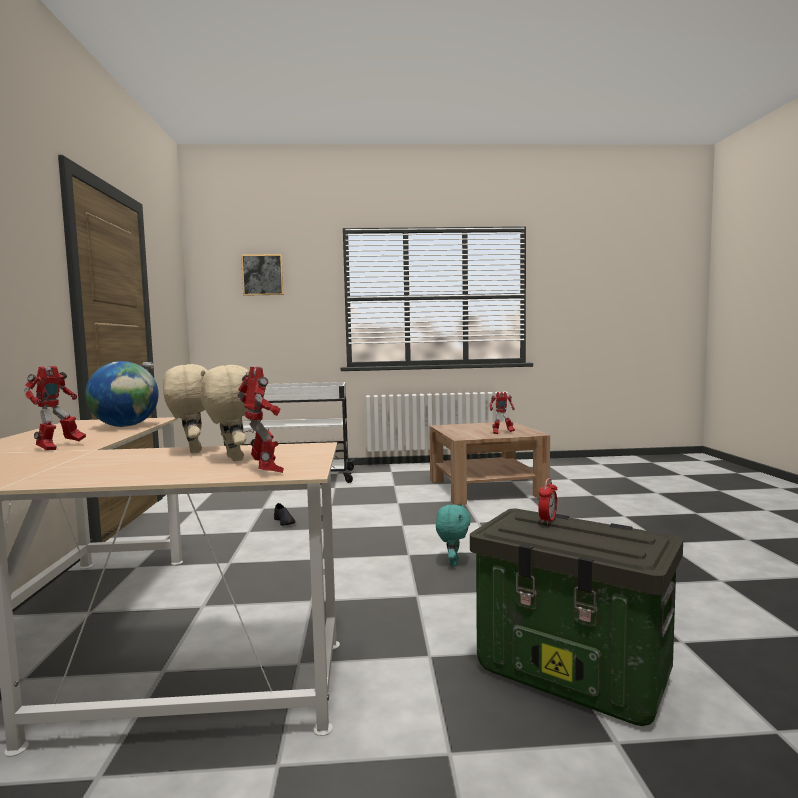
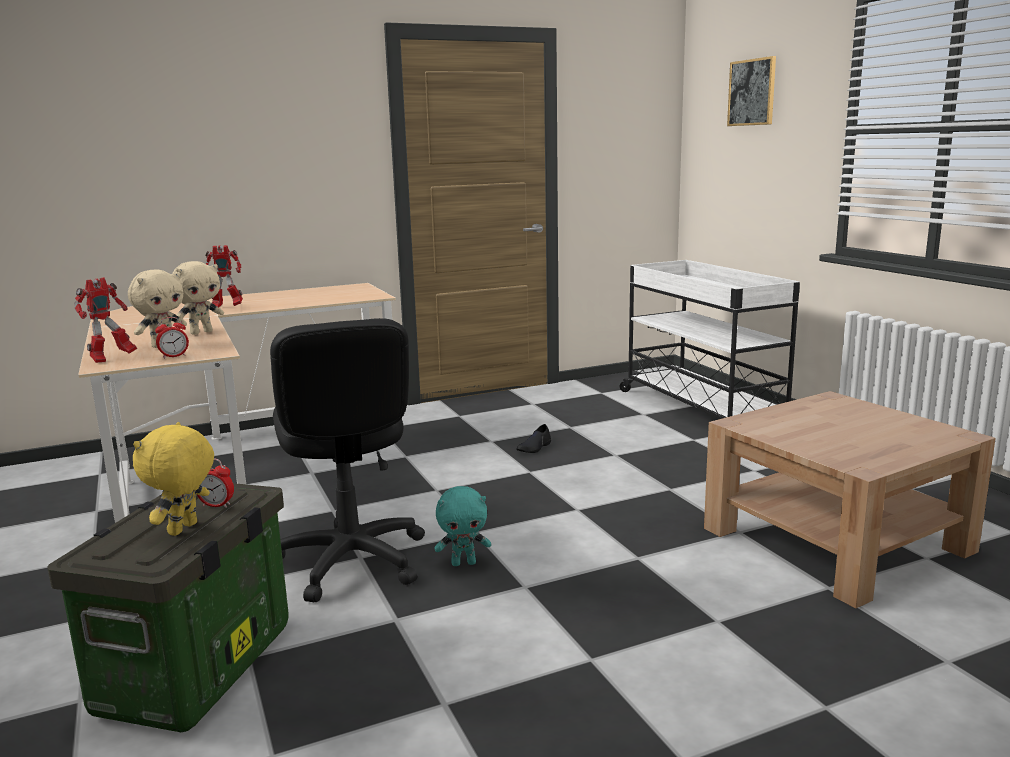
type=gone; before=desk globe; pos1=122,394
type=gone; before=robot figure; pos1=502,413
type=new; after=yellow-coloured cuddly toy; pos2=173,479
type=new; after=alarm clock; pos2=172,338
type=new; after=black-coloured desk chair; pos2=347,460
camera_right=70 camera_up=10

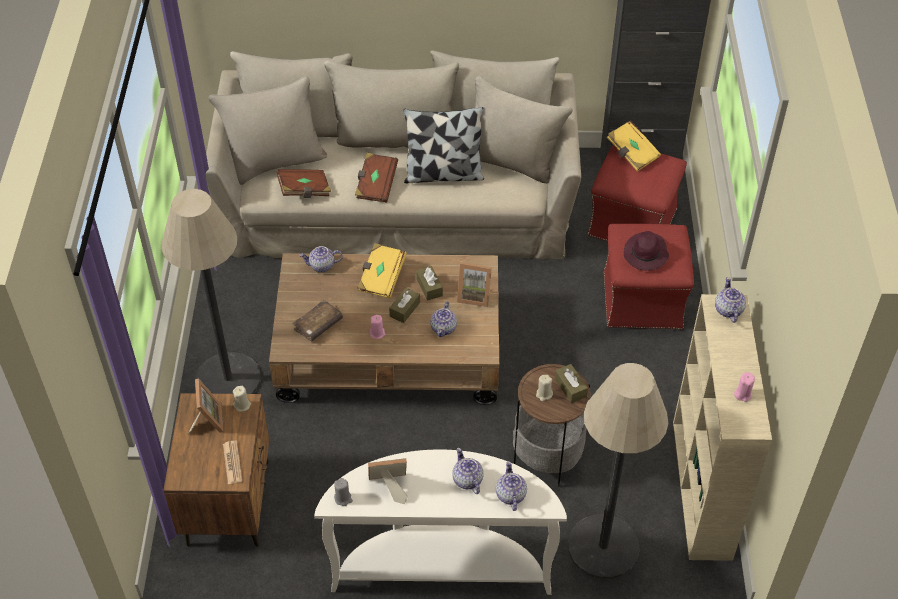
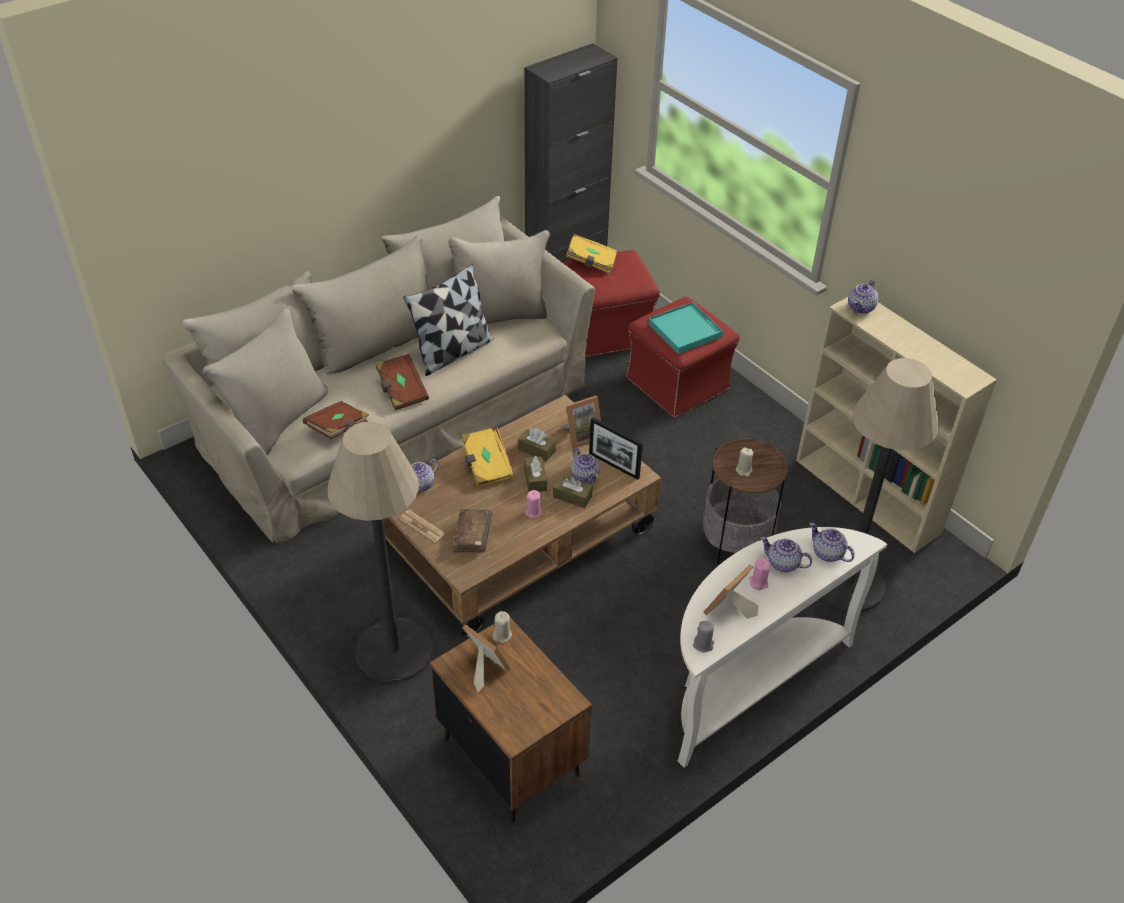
type=new; after=photo frame; pos2=616,448
type=shifted; before=newspaper; pos1=233,462; pos2=422,526
type=shifted; before=brown-coloured box of tissues; pos1=571,383; pos2=573,491
type=shifted; before=pink wax light; pos1=744,387; pos2=759,574
type=swapped; before=purple-coloured clothing hat; after=turquoise carrying tray; pos1=646,251; pos2=686,328
type=rotated; before=teapot; pos1=730,300; pos2=863,297; turn=-105
camera_right=-40 camera_up=-5

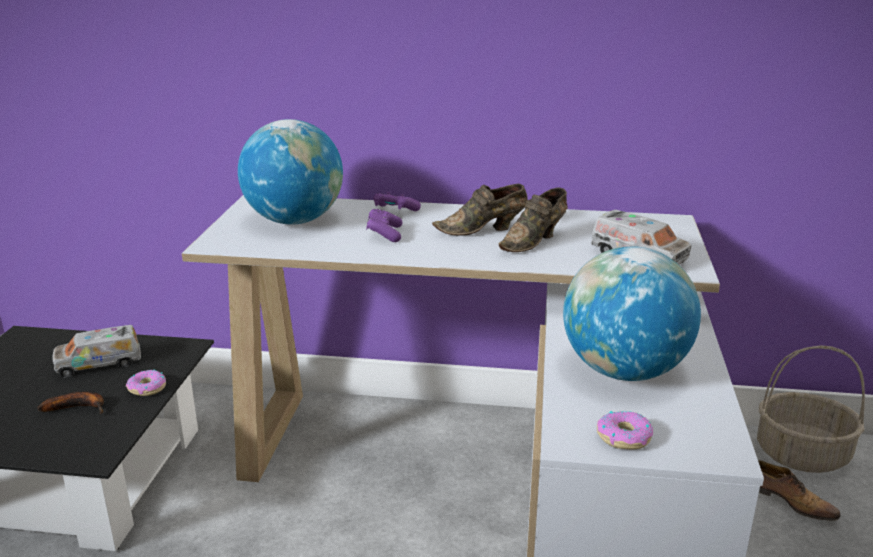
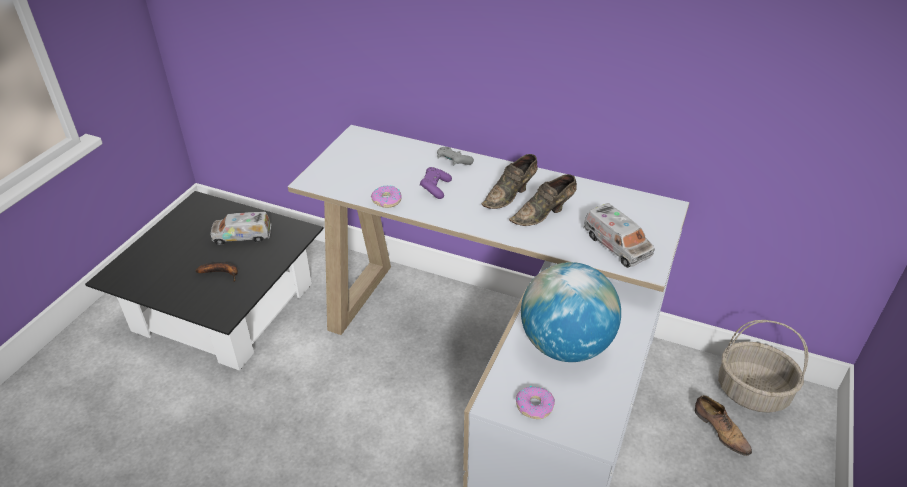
type=gone; before=desk globe; pos1=290,172
type=shifted; before=ring doughnut; pos1=146,383; pos2=386,196
type=repainted; before=purple-coloured gamepad; after=gray gamepad; pos1=397,201; pos2=455,156
type=rotated; before=brown-coloured shoe; pos1=480,209; pos2=510,181; turn=-45
camera_right=15 camera_up=15

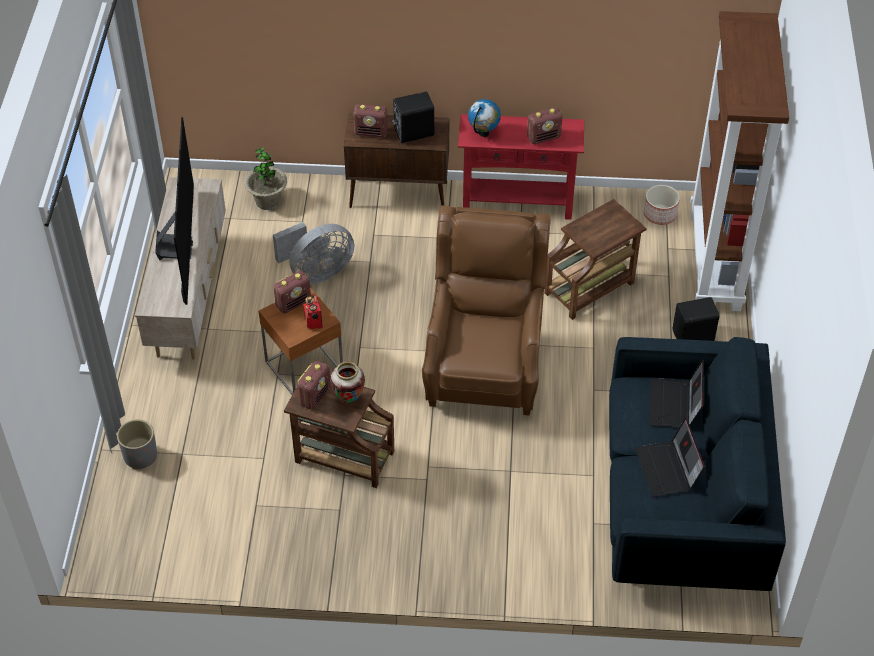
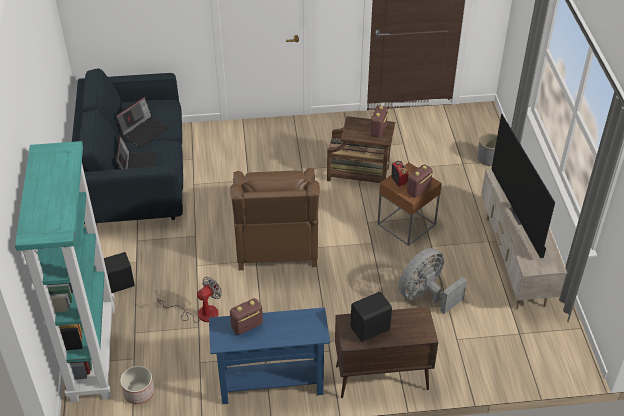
type=gone; before=houseplant; pos1=265,179
type=gone; before=vase; pos1=347,383
type=gone; before=radio; pos1=370,120
type=gone; before=desk globe; pos1=484,118
type=swapped; before=brown-coloured side table; after=cooling fan; pos1=595,259; pos2=189,300
type=repainted; before=red-coloured console table; after=blue-coloured console table; pos1=521,167; pos2=269,355
type=repainted; before=brown-coloured bookcase; after=turquoise bookcase; pos1=739,161; pos2=65,271
type=rotated; before=laptop; pos1=670,457; pos2=142,121; turn=60
camera_right=170 camera_up=-5

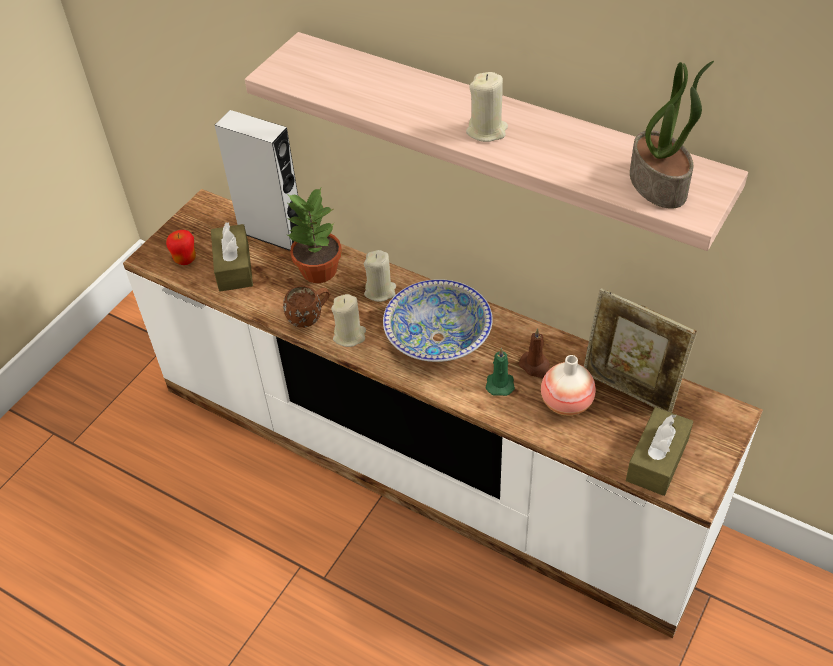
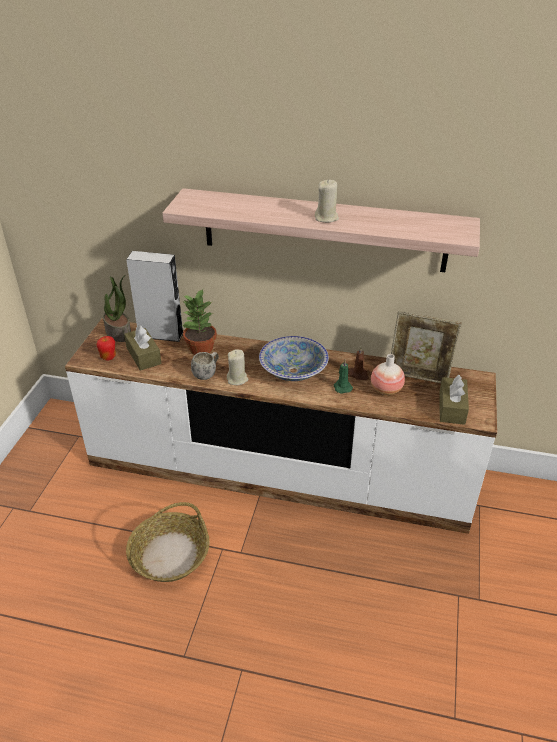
type=gone; before=beige wax light; pos1=380,276
type=new; after=household basket; pos2=168,542
type=shifted; before=houseplant; pos1=672,135; pos2=117,308
type=repainted; before=brown-coloured tea mug; after=whitish tea mug; pos1=306,306; pos2=205,366
camera_right=-20 camera_up=-10

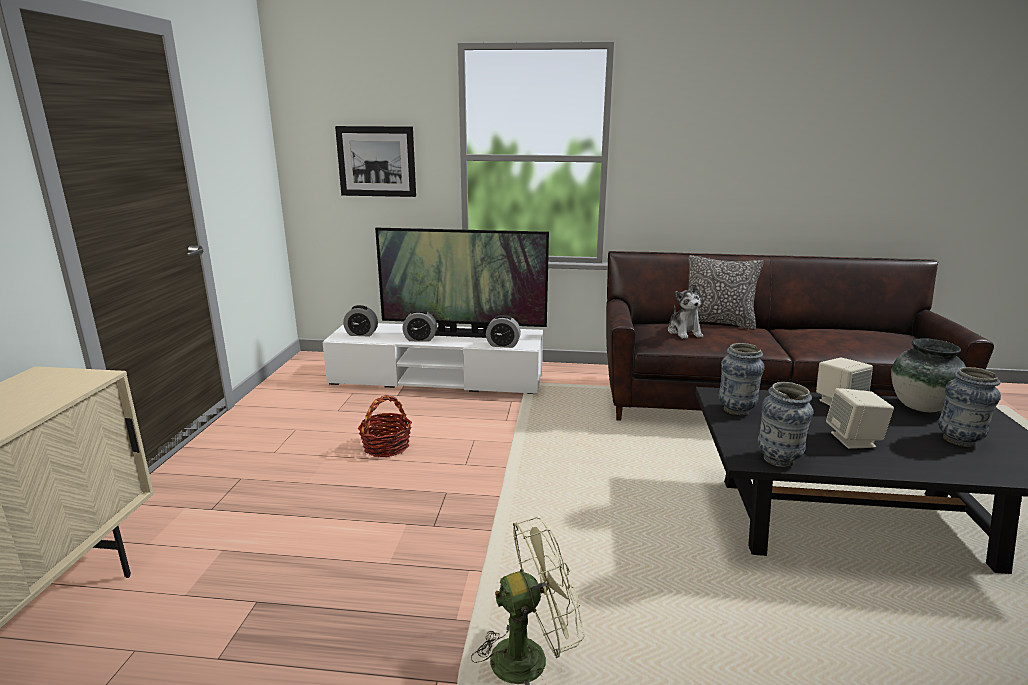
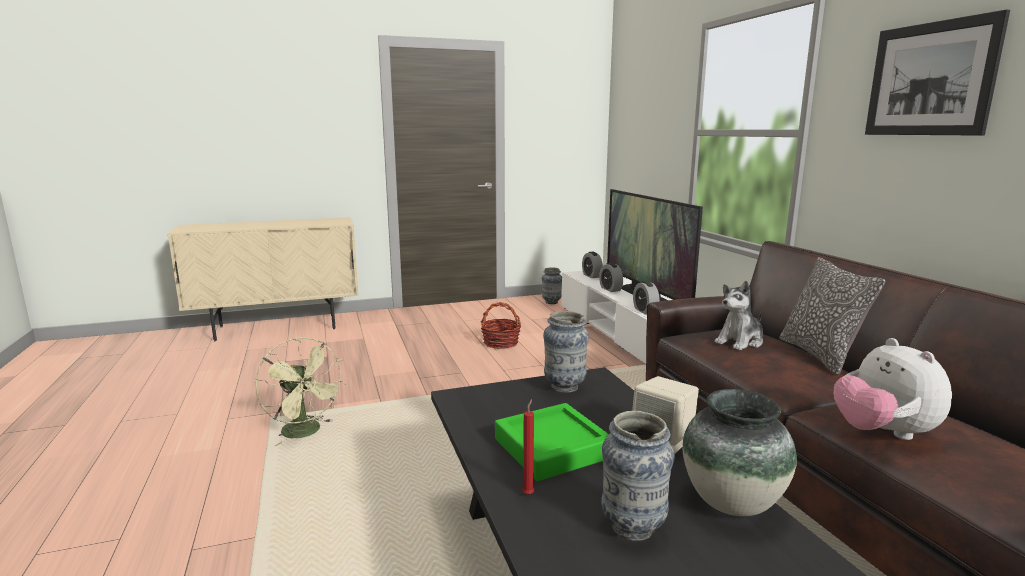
type=new; after=red-coloured wax light; pos2=528,447
type=new; after=cuddly toy; pos2=892,389
type=shifted; before=picture; pos1=375,161; pos2=937,73
type=shifted; before=vase; pos1=785,424; pos2=552,285
type=swapped; before=beige loudspeaker; after=green carrying tray; pos1=860,418; pos2=552,442
camera_right=65 camera_up=-5

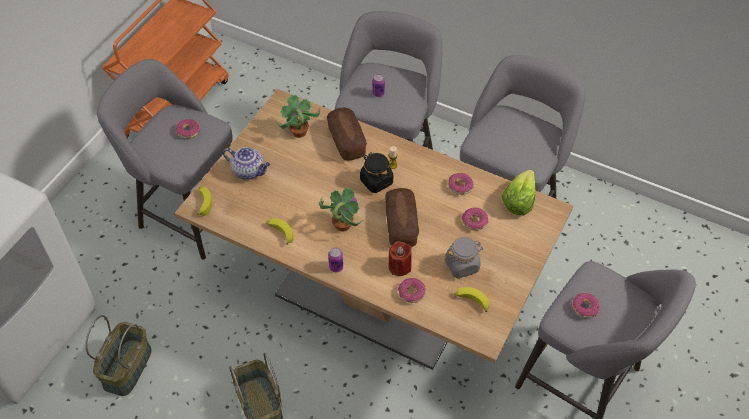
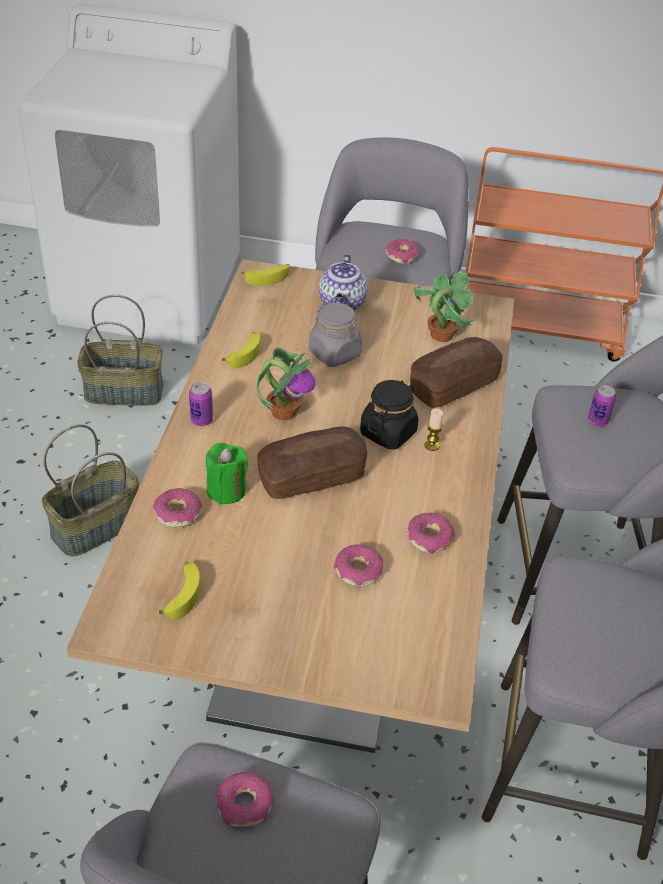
type=gone; before=head of lettuce; pos1=518,193
type=shifted; before=gray storage jar; pos1=464,257; pos2=335,334
type=repainted; before=red-coloured wax light; after=green wax light; pos1=400,258; pos2=227,473
camera_right=70 camera_up=-10

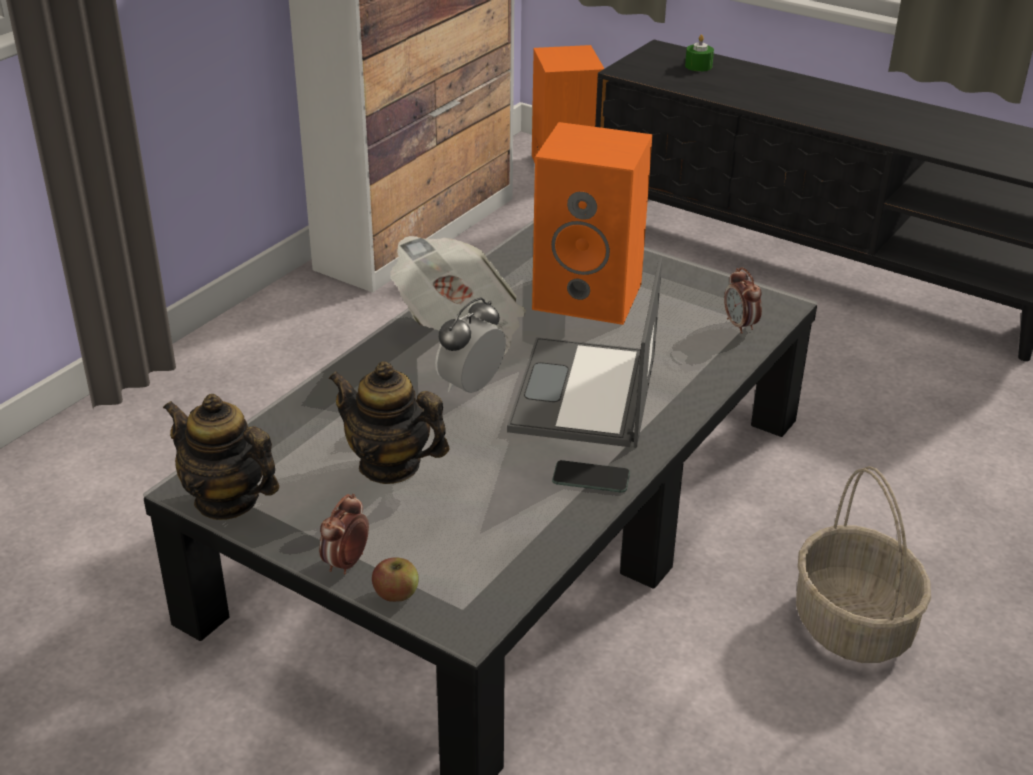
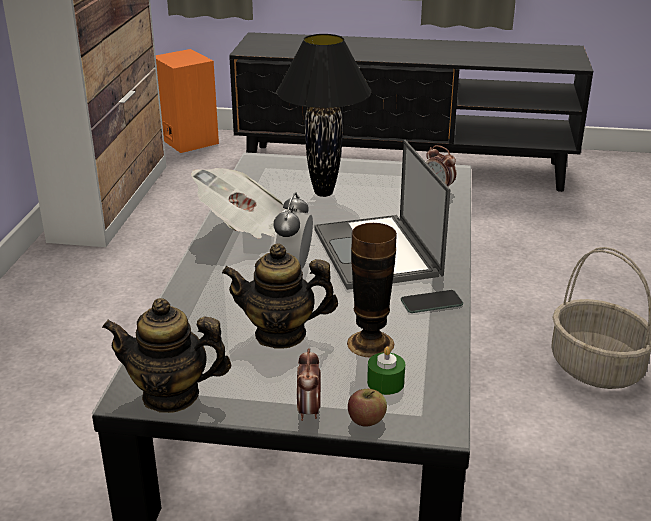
type=new; after=vase; pos2=372,290
type=shifted; before=green wax light; pos1=699,53; pos2=386,370
type=swapped; before=orange loudspeaker; after=black-coloured lamp for a table; pos1=592,223; pos2=323,115
camera_right=-25 camera_up=-5

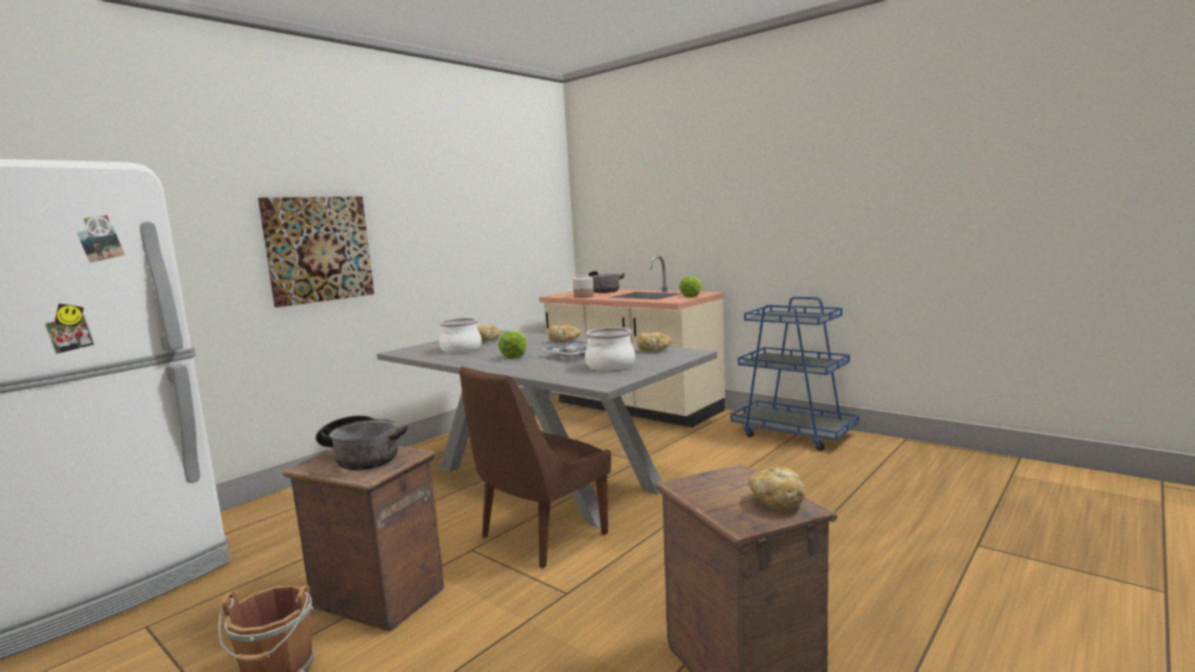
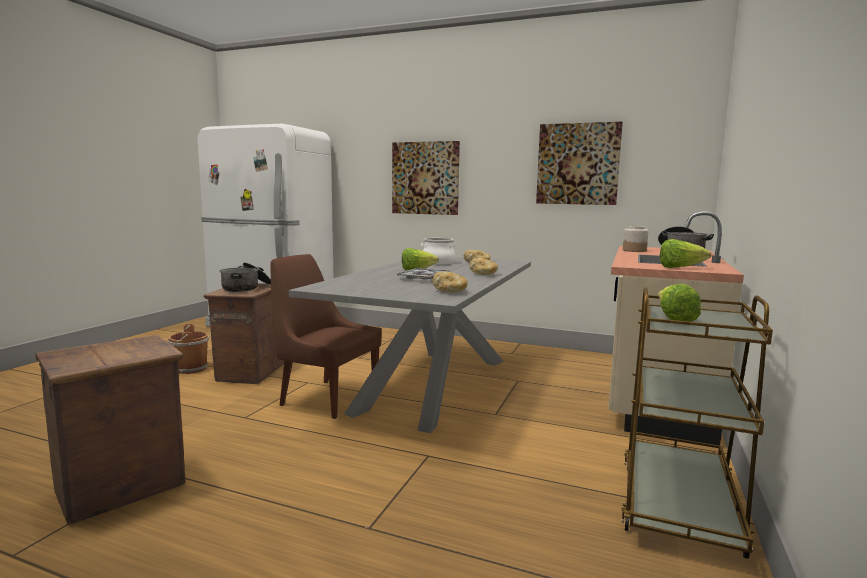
type=gone; before=cooking pot; pos1=610,349
type=gone; before=bakery bread; pos1=776,487
type=new; after=picture; pos2=579,163
type=new; after=head of lettuce; pos2=679,303
type=repainted; before=blue-coloured cart; after=brown-coloured cart; pos1=795,374; pos2=697,423
camera_right=70 camera_up=0

